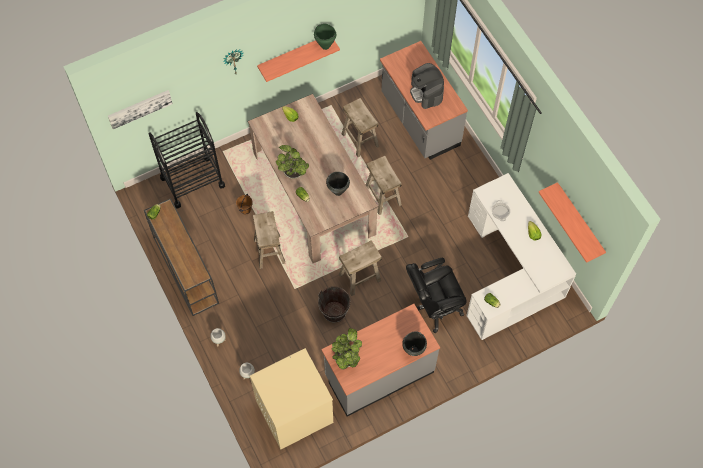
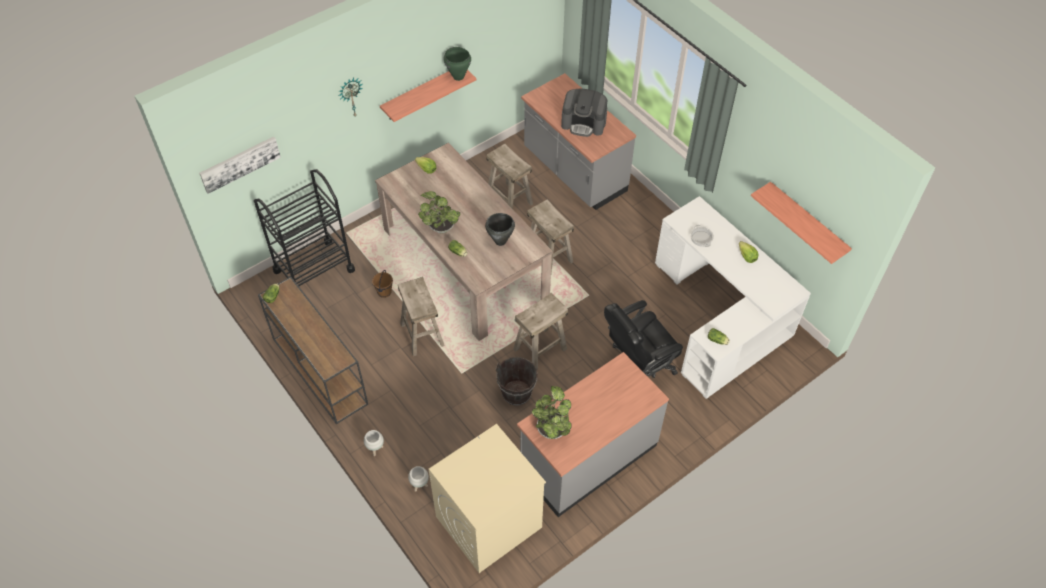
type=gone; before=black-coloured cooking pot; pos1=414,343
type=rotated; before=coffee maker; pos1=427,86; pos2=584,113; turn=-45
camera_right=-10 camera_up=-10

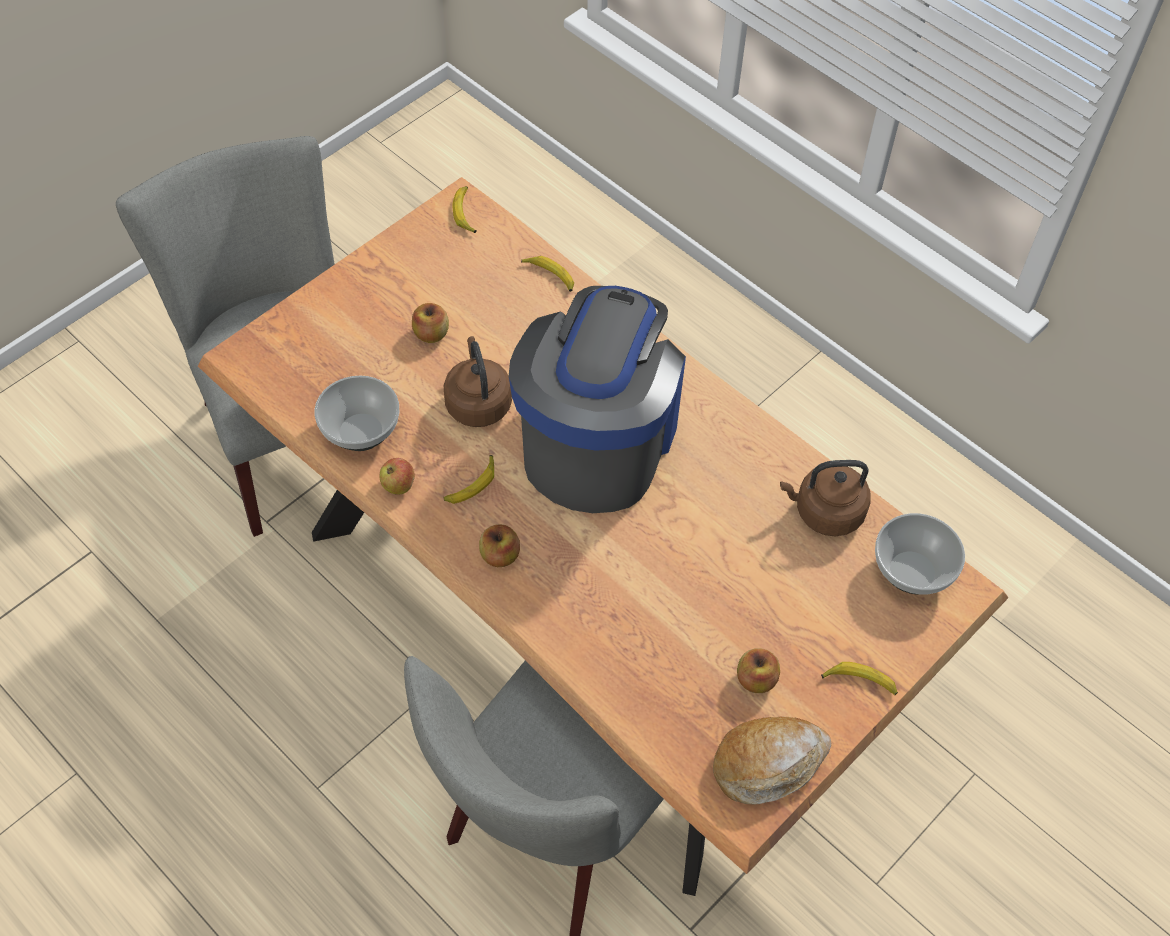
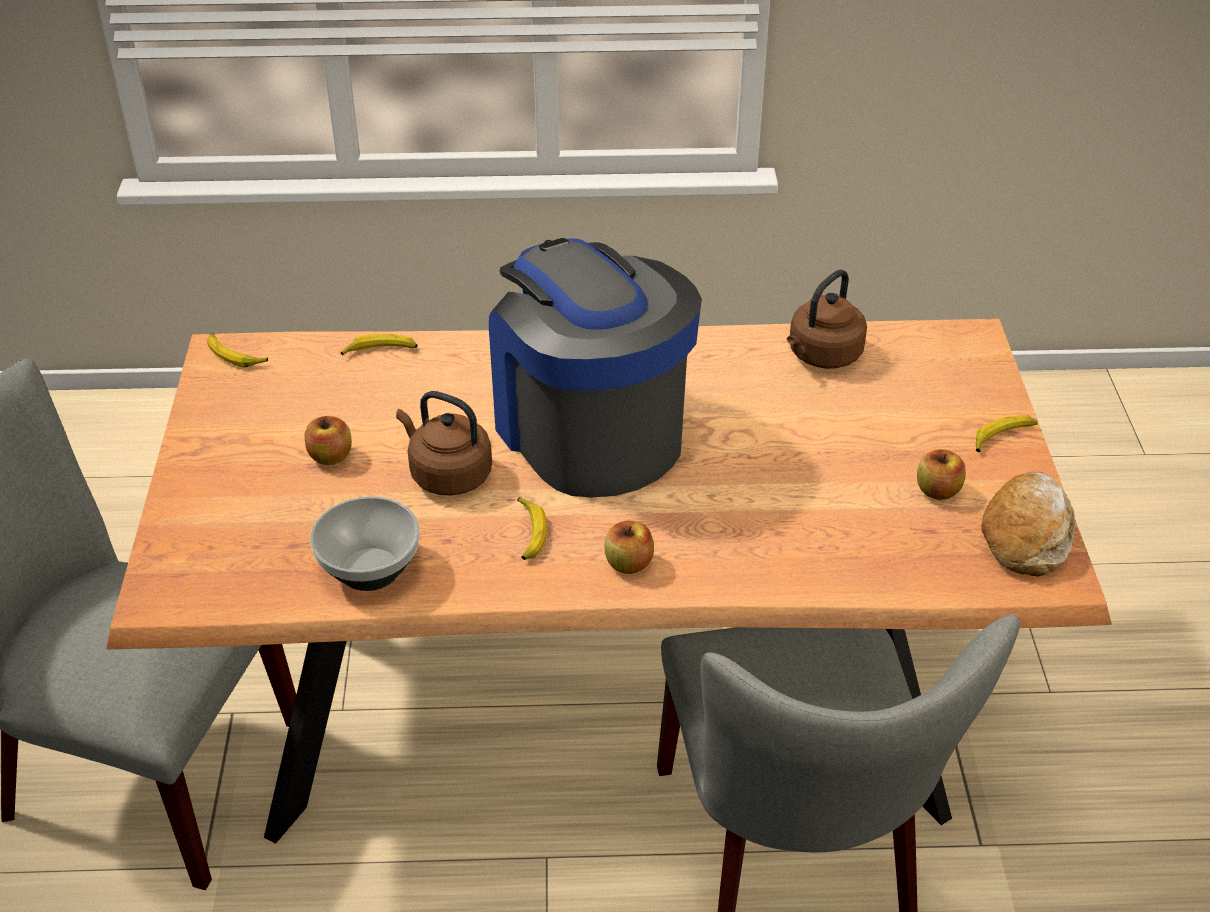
type=gone; before=apple fruit; pos1=397,476
type=gone; before=deep dish; pos1=920,554
camera_right=-45 camera_up=-15

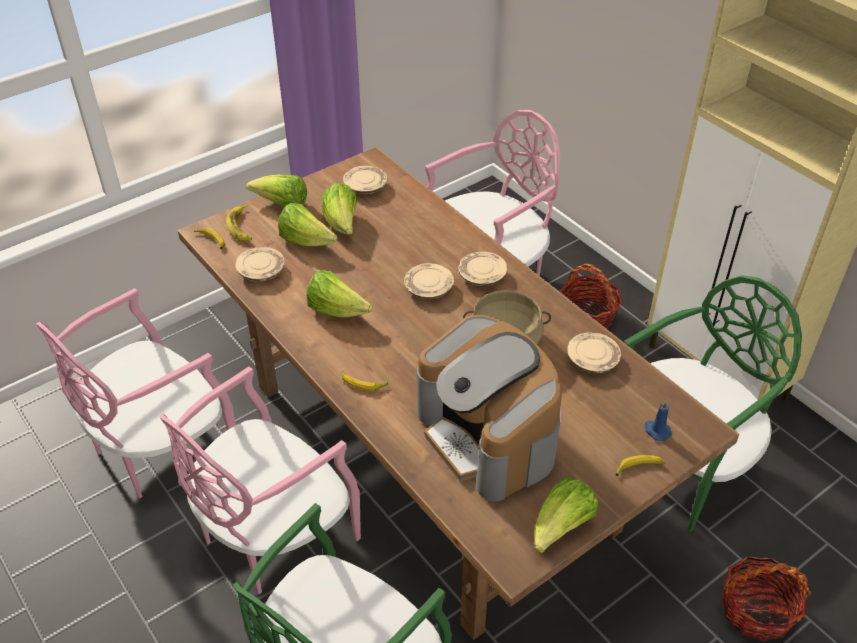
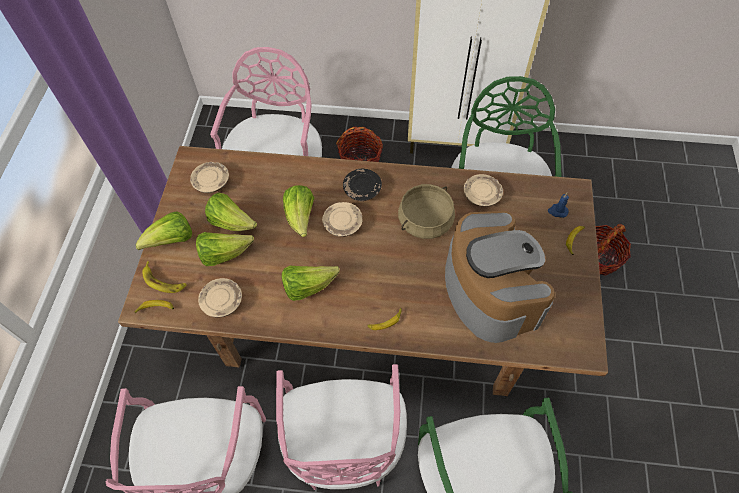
type=shifted; before=head of lettuce; pos1=566,515; pos2=298,211
type=repainted; before=beige dinner plate; after=black-coloured dinner plate; pos1=482,269; pos2=362,185
type=rotated; before=coffee maker; pos1=489,408; pos2=500,277; turn=-120
camera_right=-45 camera_up=15

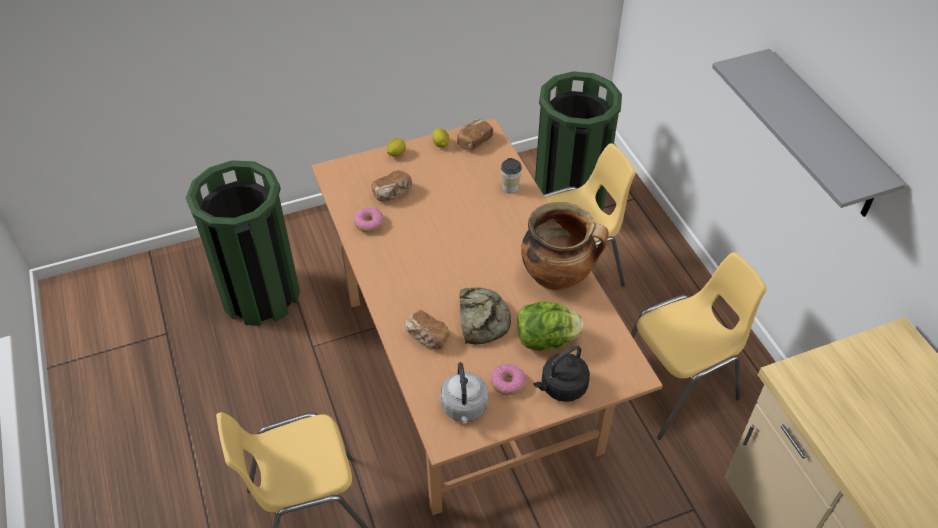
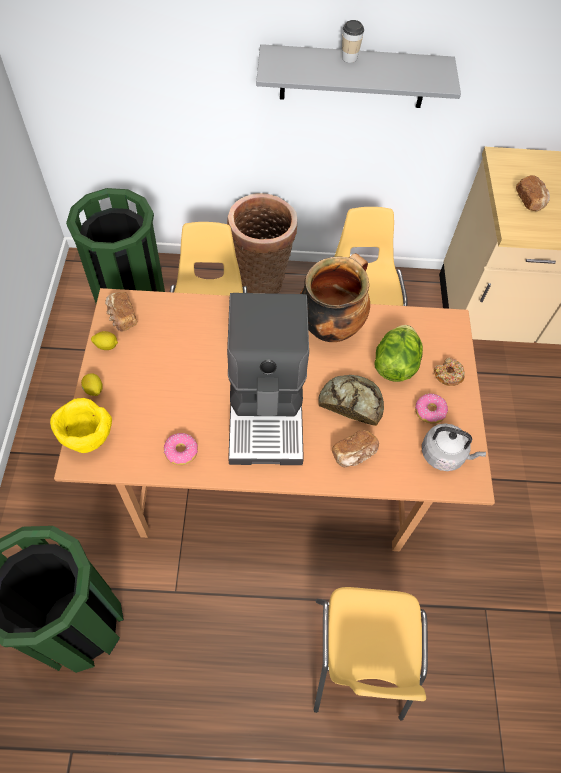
type=new; after=yellow-coloured deep dish; pos2=81,425
type=new; after=household basket; pos2=262,243
type=new; after=coffee maker; pos2=268,379
type=shifted; before=bakery bread; pos1=392,186; pos2=533,193
type=shifted; before=small cup; pos1=511,176; pos2=353,41
type=swapped; before=black-coloured kettle; after=ring doughnut; pos1=562,373; pos2=449,371
camera_right=-70 camera_up=10

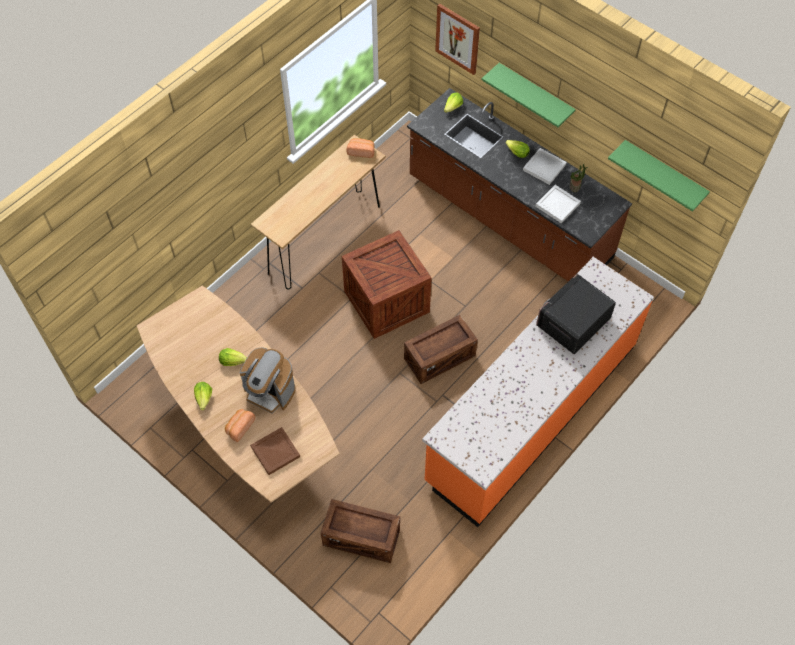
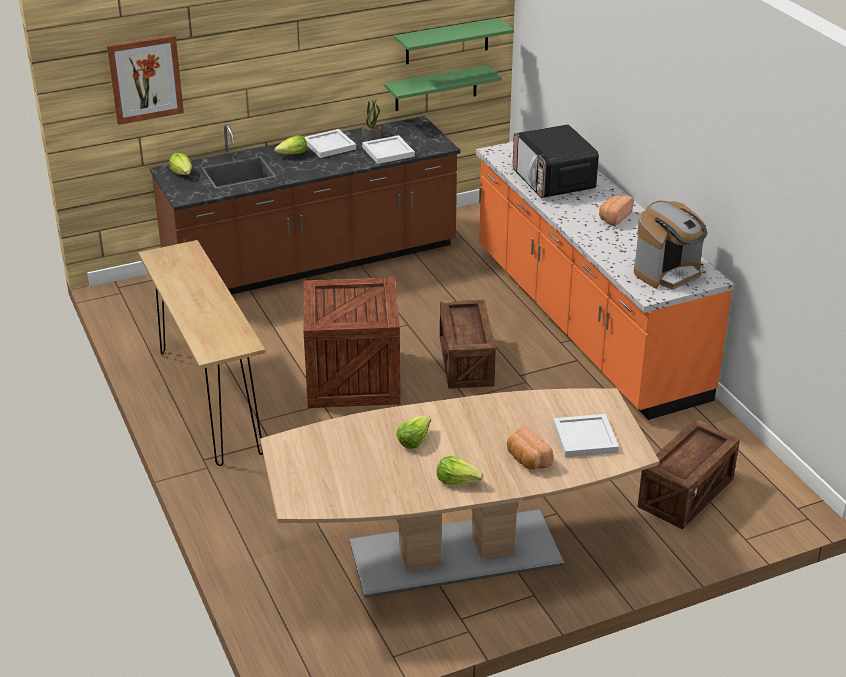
type=shifted; before=coffee maker; pos1=267,380; pos2=671,245
type=shifted; before=bakery bread; pos1=360,148; pos2=616,210
type=shifted; before=green bracket shelf; pos1=529,95; pos2=443,88
type=repainted; before=brown-coloured carrying tray; after=whitish carrying tray; pos1=275,451; pos2=586,436
camera_right=-65 camera_up=-25

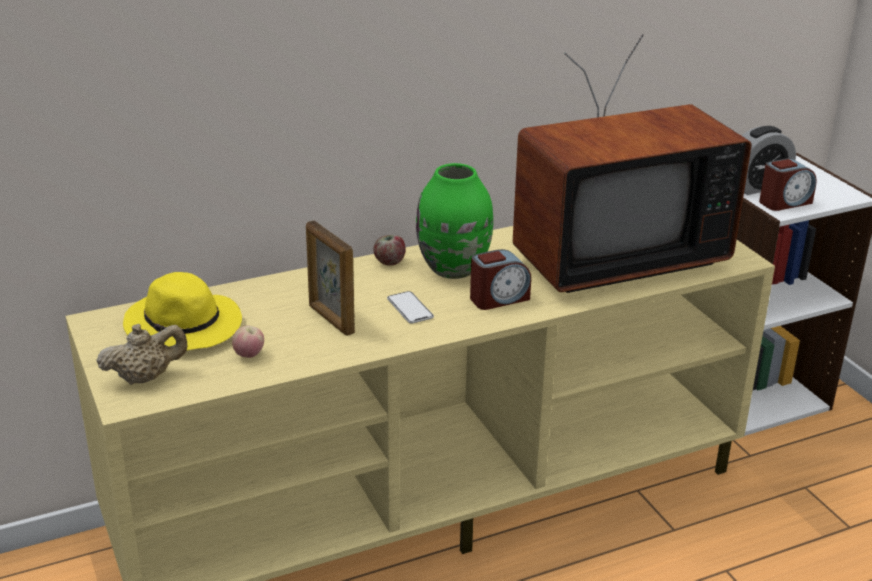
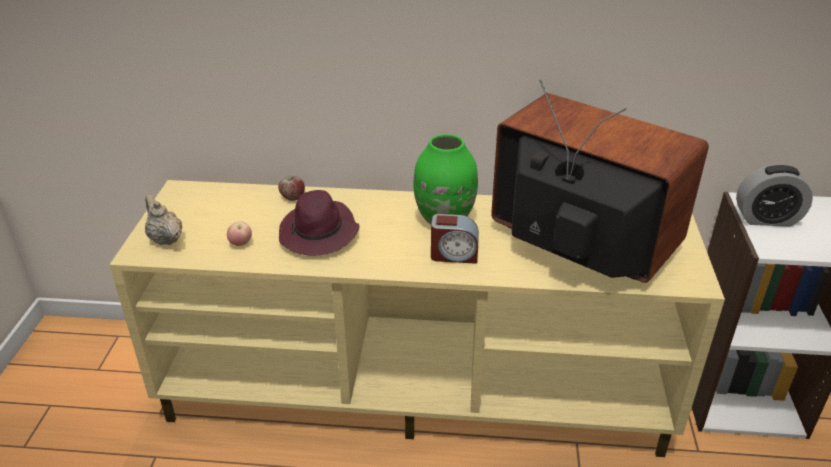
type=gone; before=yellow-coloured clothing hat; pos1=182,311
type=gone; before=phone; pos1=410,307
type=gone; before=alarm clock; pos1=788,184
type=shifted; before=apple fruit; pos1=389,250; pos2=291,188
type=swapped; before=photo frame; after=purple-coloured clothing hat; pos1=330,278; pos2=319,223
type=rotated; before=beige teapot; pos1=141,354; pos2=163,220; turn=-135
type=rotated; before=TV set; pos1=632,163; pos2=600,181; turn=-150
camera_right=30 camera_up=5

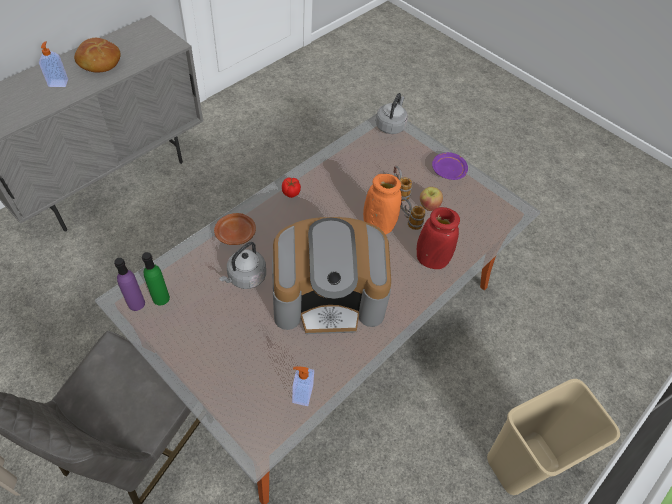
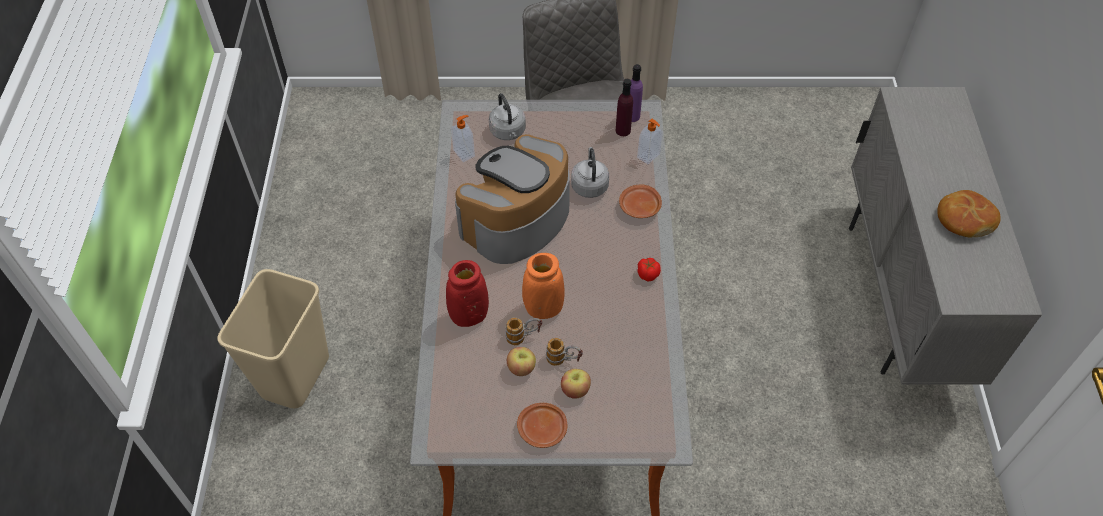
type=new; after=apple fruit; pos2=576,384
type=shifted; before=soap dispenser; pos1=53,64; pos2=650,141
type=shifted; before=gray kettle; pos1=392,113; pos2=507,116
type=repainted; before=green bottle; after=purple-coloured bottle; pos1=156,278; pos2=624,107
type=repainted; before=purple-coloured dinner plate; after=brown-coloured dinner plate; pos1=450,166; pos2=542,425
camera_right=140 camera_up=0

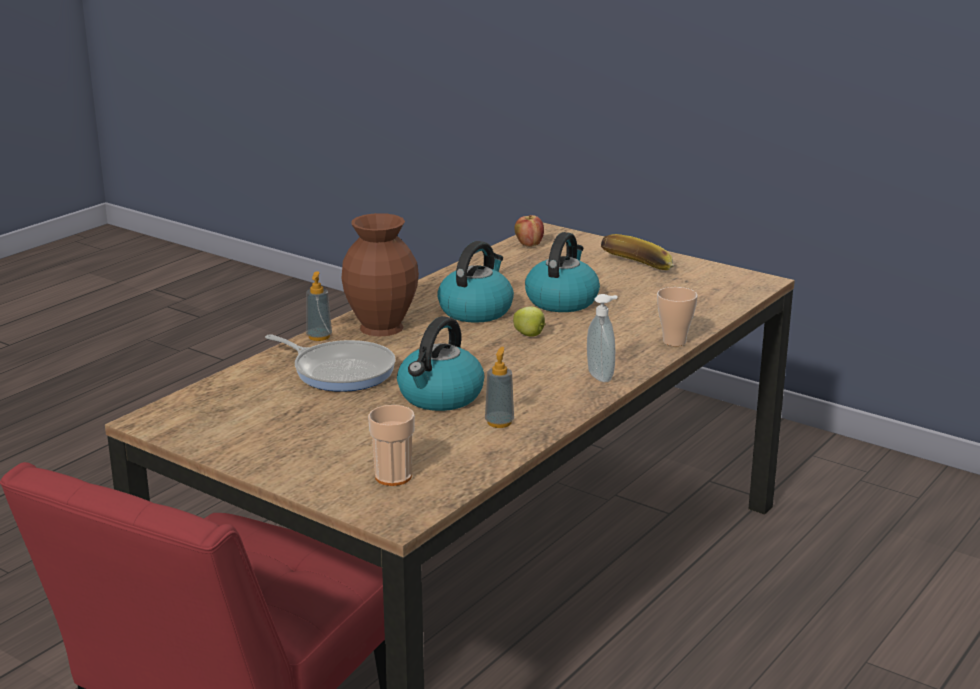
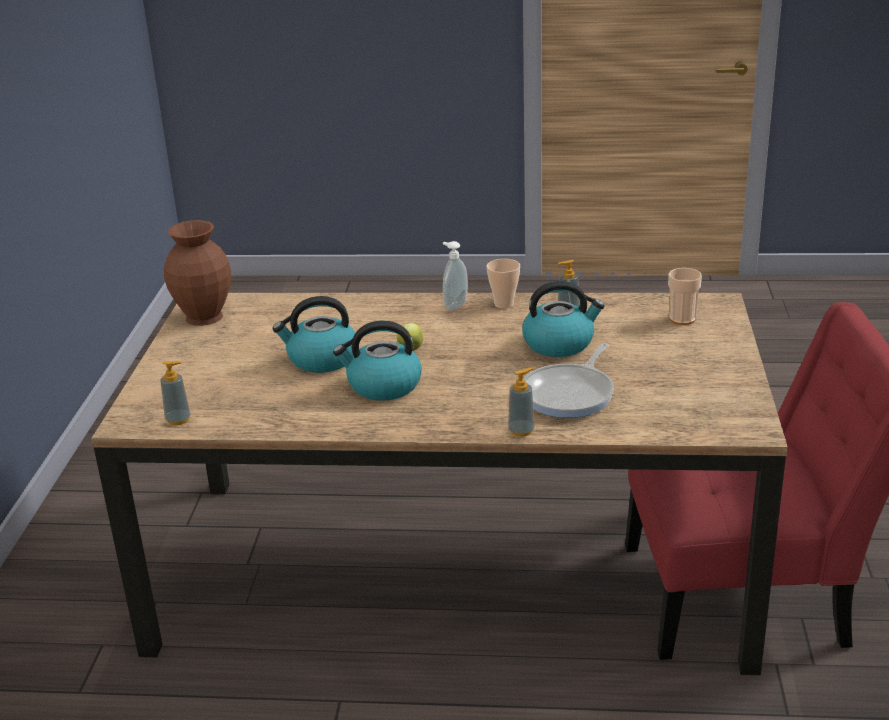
type=gone; before=banana fruit; pos1=637,252
type=shifted; before=brown-coloured vase; pos1=380,275; pos2=197,273
type=shifted; before=small cup; pos1=677,316; pos2=503,284
type=swapped; before=apple fruit; after=soap dispenser; pos1=529,231; pos2=175,393
type=rotated; before=pan; pos1=330,363; pos2=569,380; turn=-150
camera_right=-120 camera_up=5

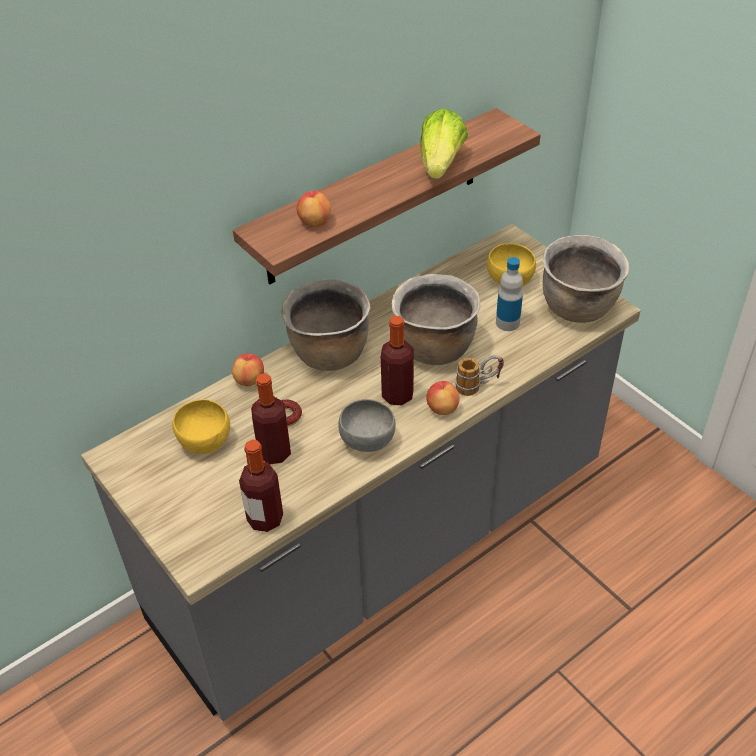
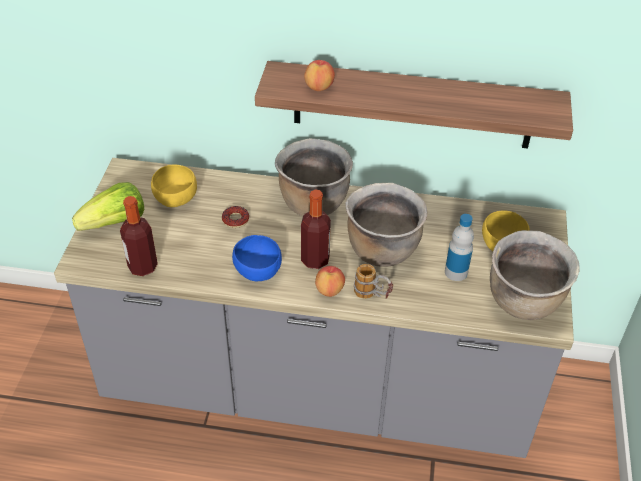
type=gone; before=apple fruit; pos1=247,370
type=gone; before=bottle; pos1=271,419
type=shifted; before=head of lettuce; pos1=444,143; pos2=108,206
type=repainted; before=gray deep dish; after=blue-coloured deep dish; pos1=367,425; pos2=257,258
camera_right=45 camera_up=0

